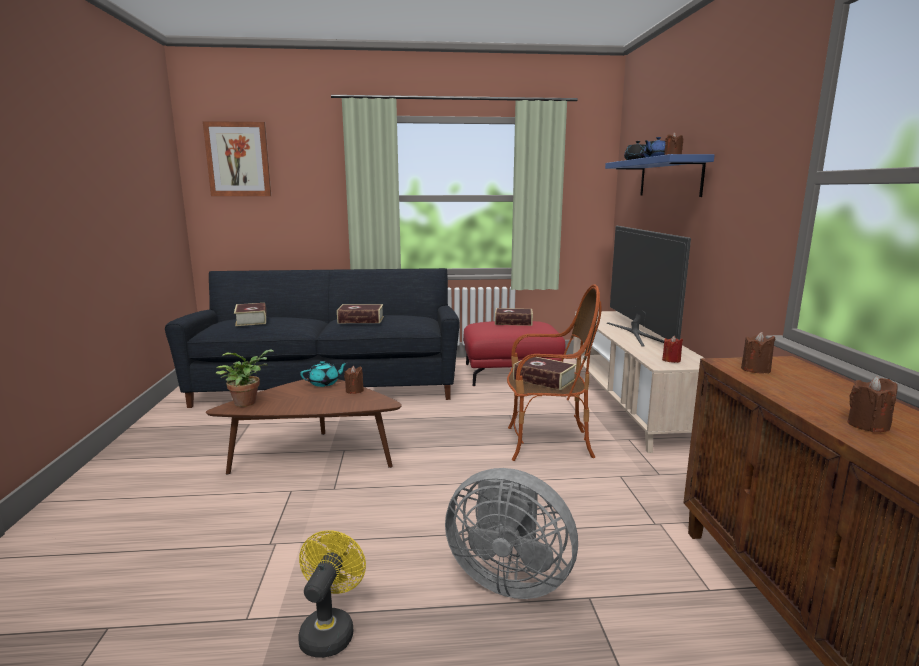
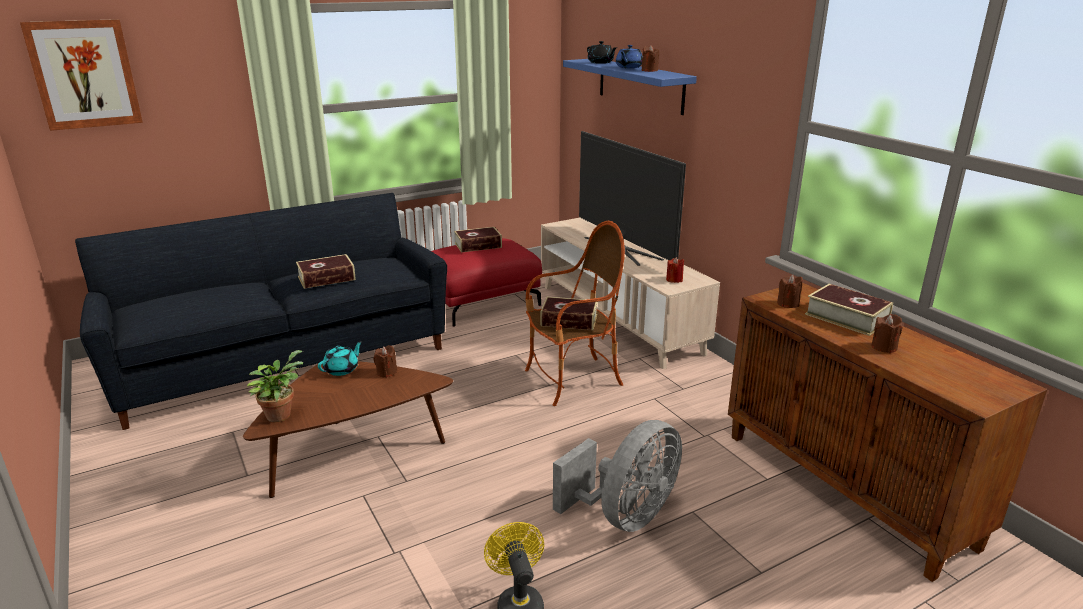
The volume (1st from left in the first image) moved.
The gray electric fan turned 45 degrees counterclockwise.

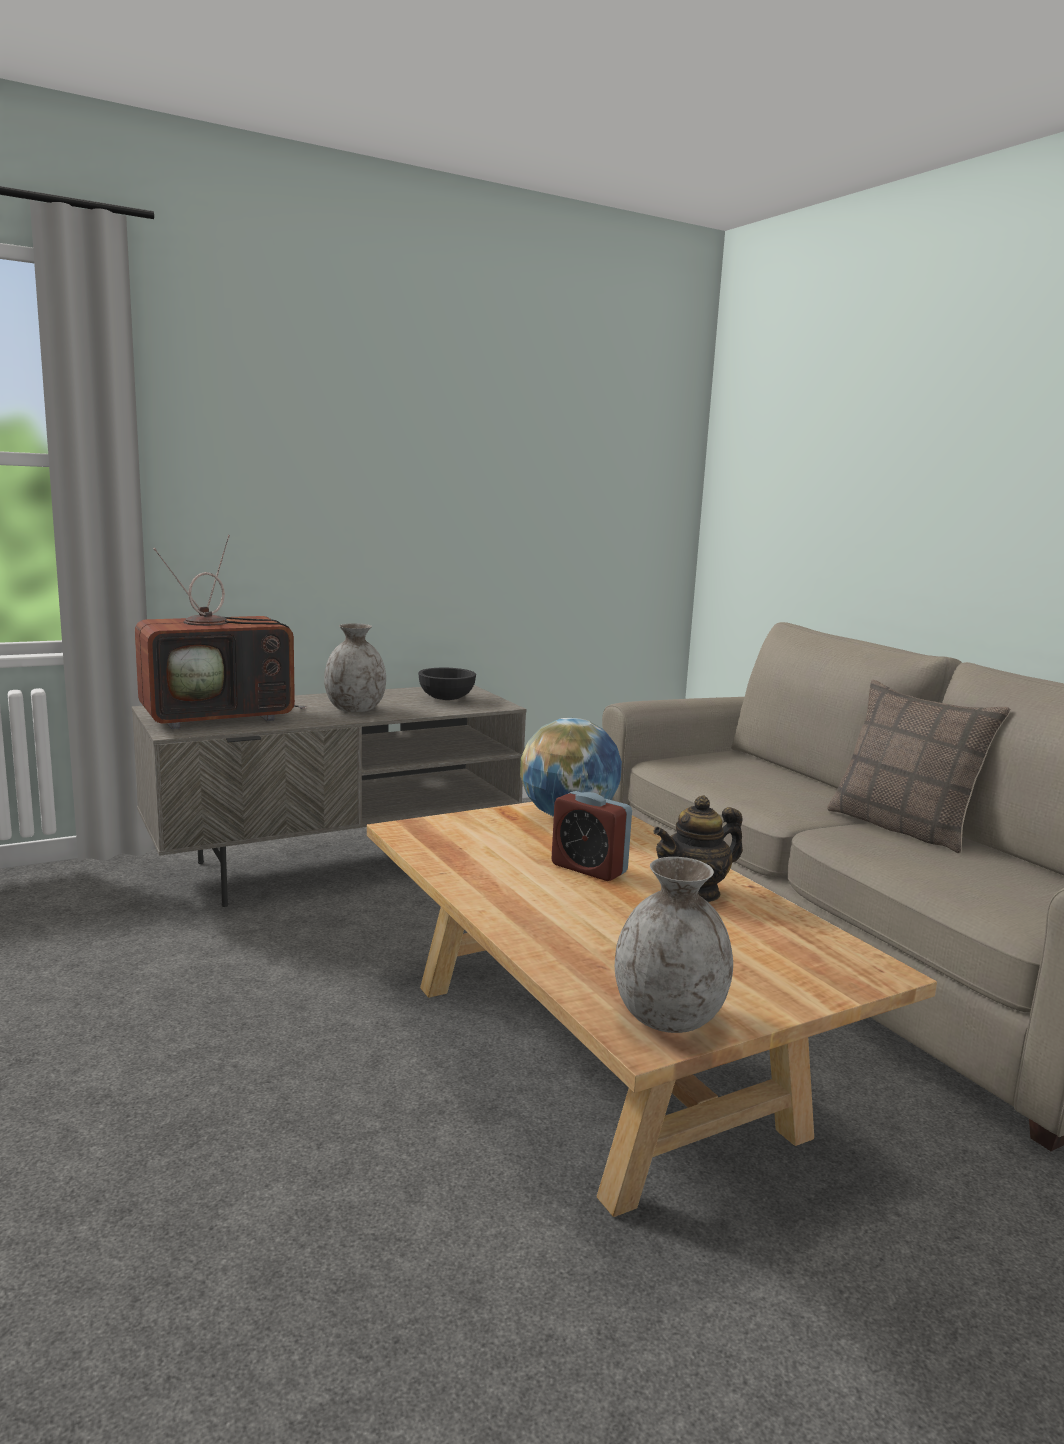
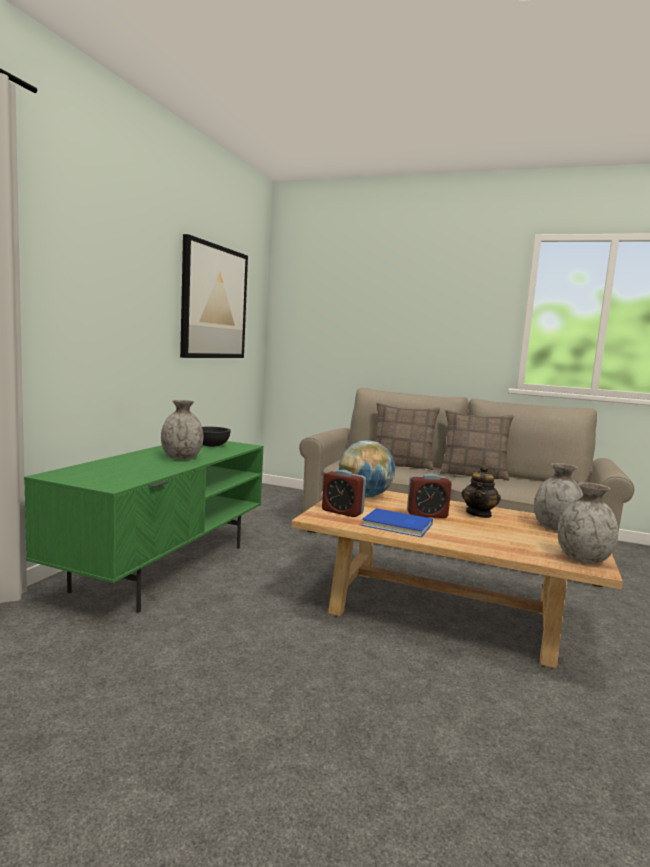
The gray tv stand became the greenish tv stand.
The TV disappeared.
The wall art appeared.
The alarm clock (1st from left) appeared.
The blue volume appeared.
The pillow (1st from left) appeared.
The gray vase (2nd from left) appeared.

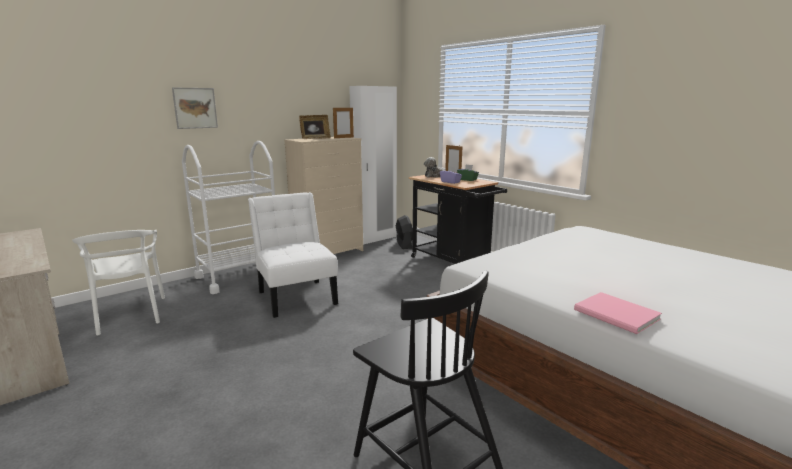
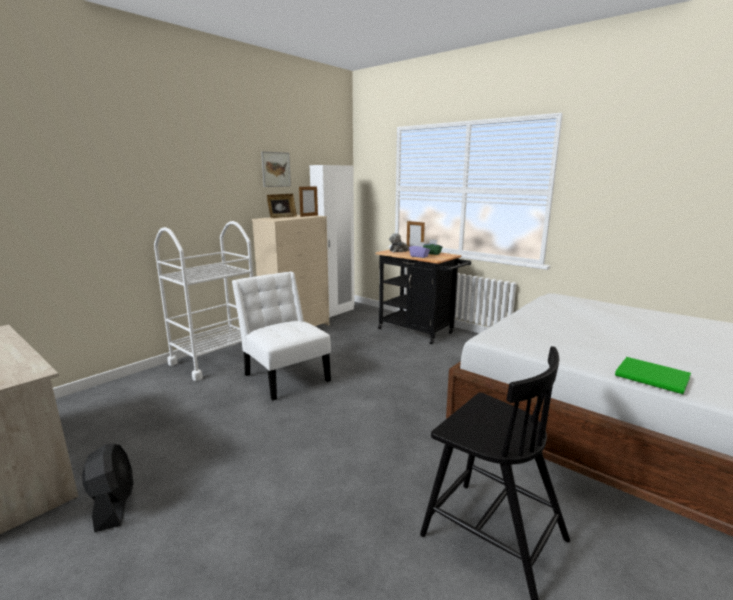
The whitish plain chair (1st from left) disappeared.
The wall art moved.
The black-coloured electric fan moved.
The pinkish volume became the greenish volume.

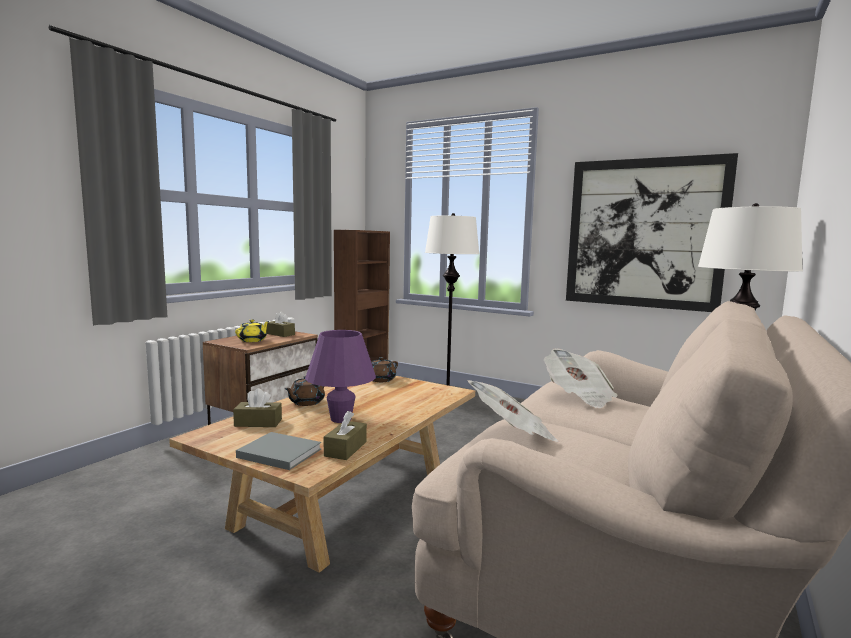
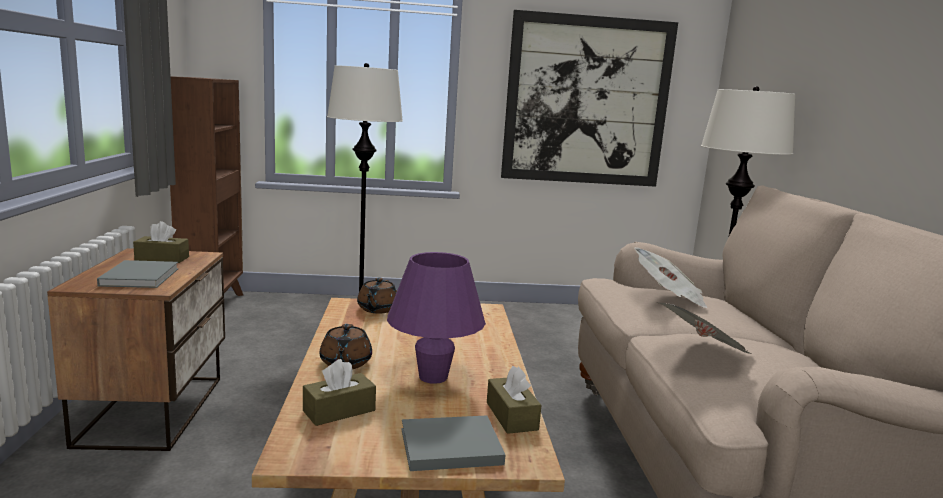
The yellowish teapot was replaced by the gray volume (1st from left).

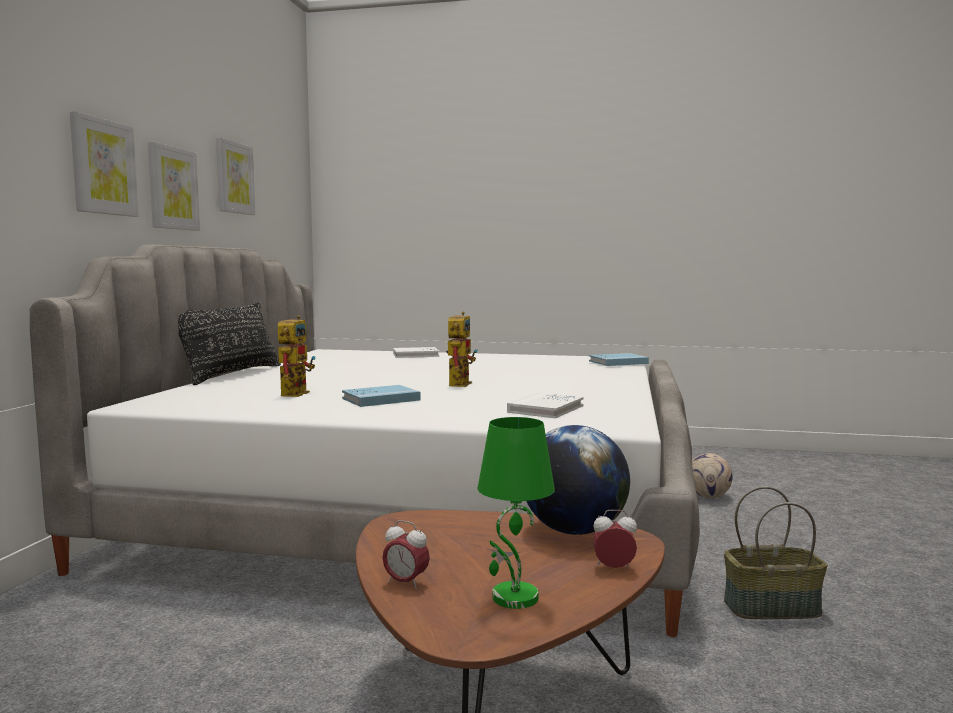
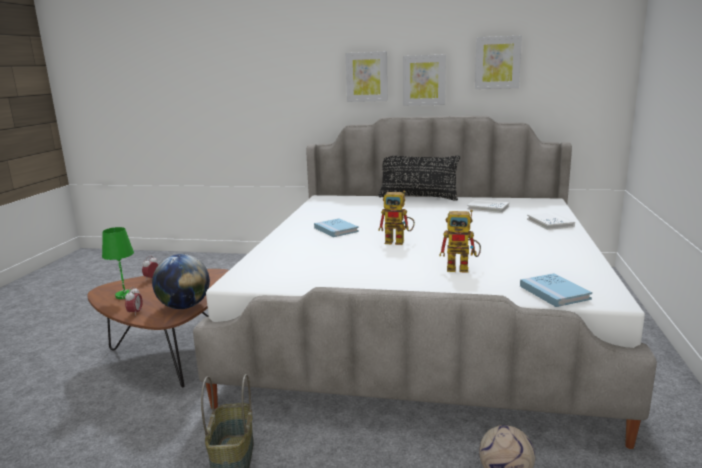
The toy robot (1st from left in the first image) moved.
The whitish volume (2nd from left in the first image) moved.

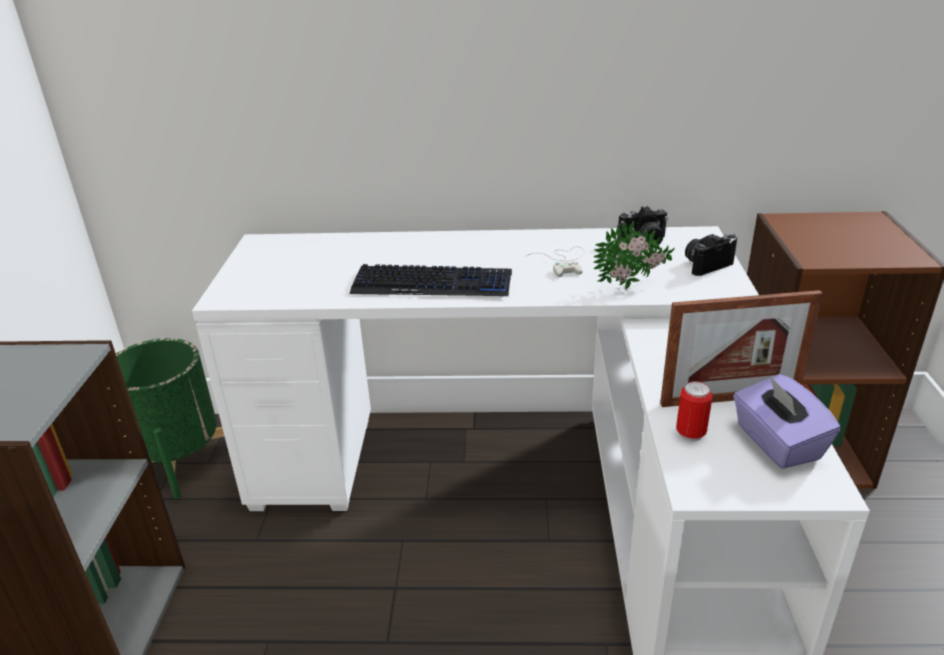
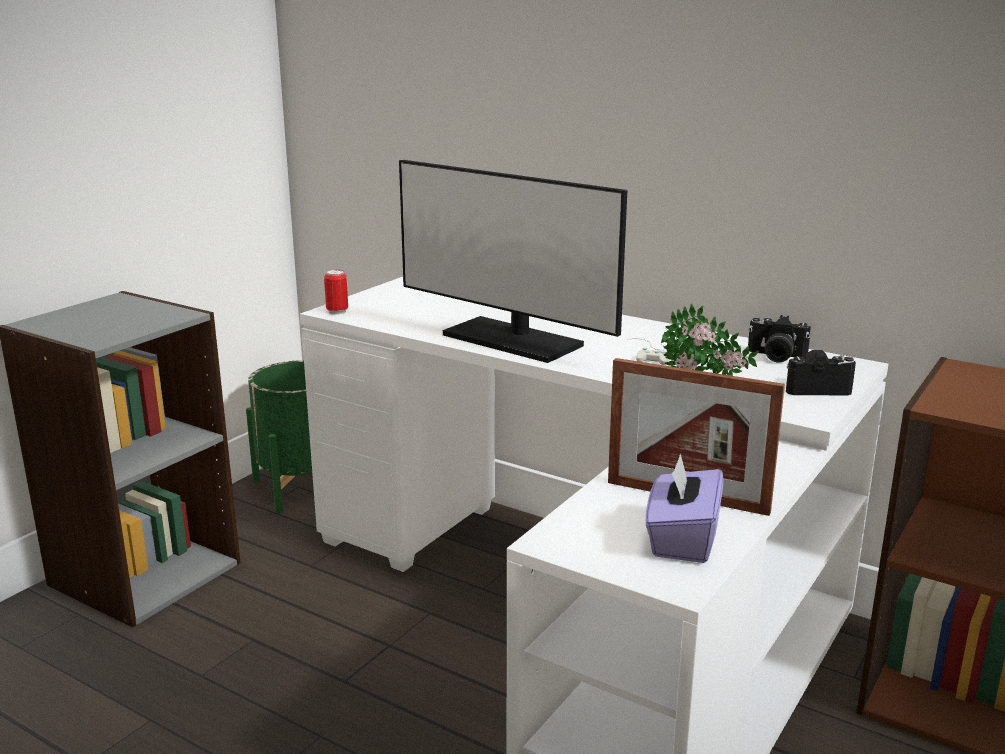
The PC keyboard was replaced by the monitor.
The sealed can moved.

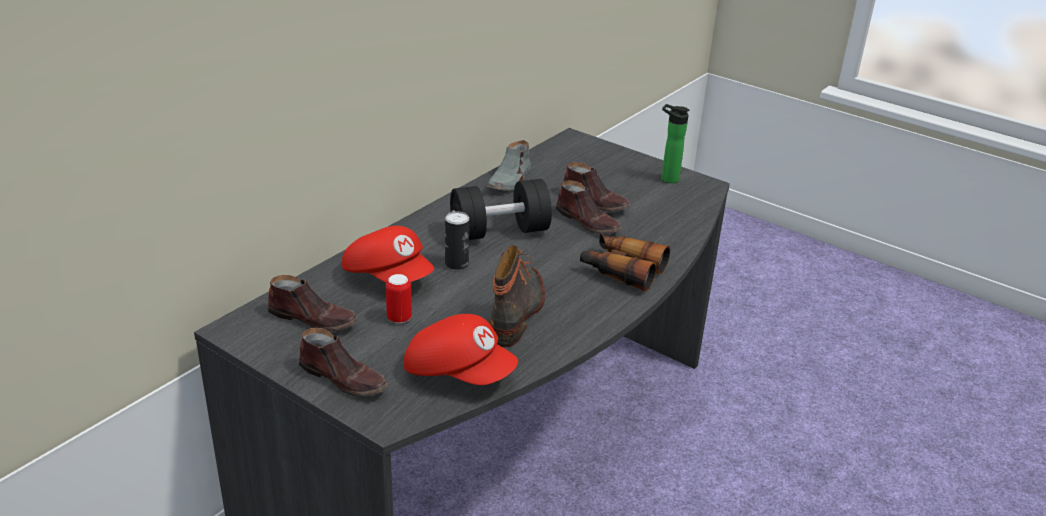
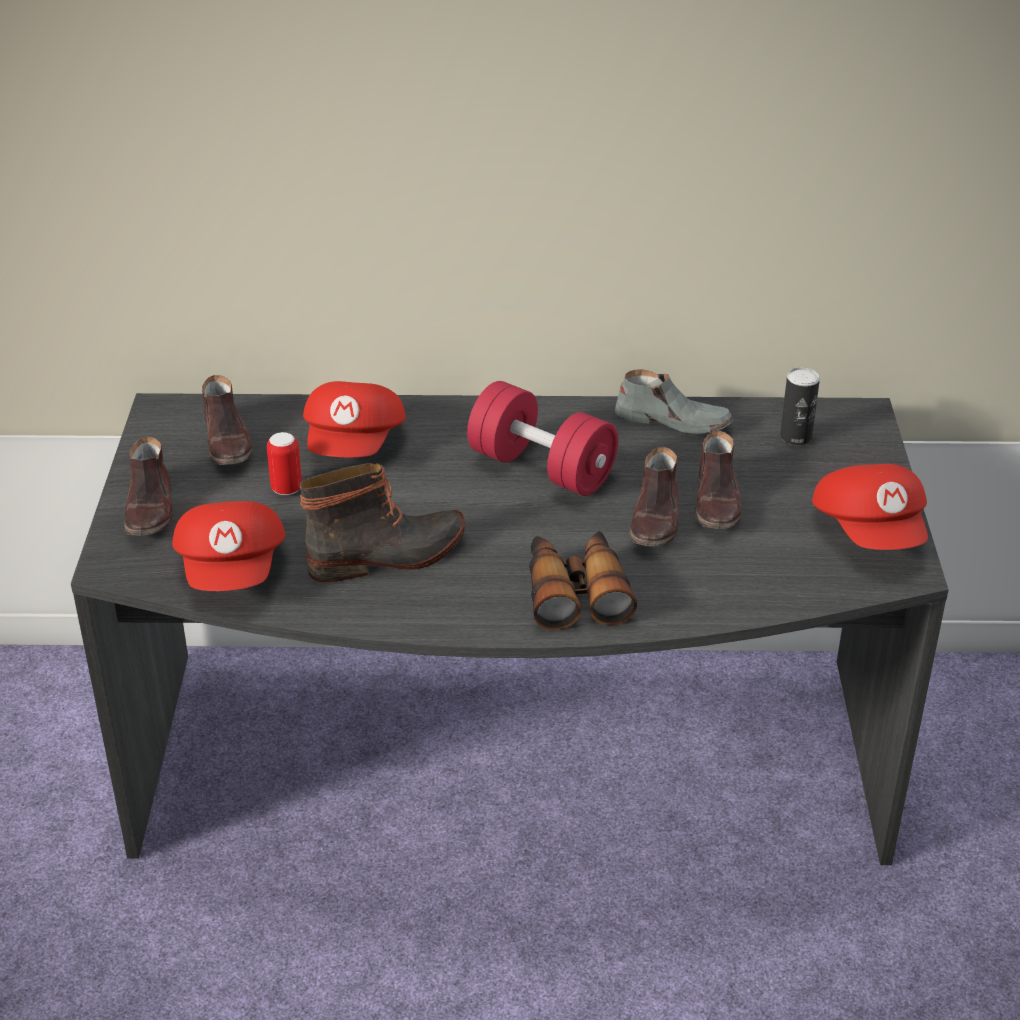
The sealed can (2nd from left) moved.
The black-coloured hand weight became the red hand weight.
The gray low shoe turned 150 degrees counterclockwise.
The beverage bottle was replaced by the red peaked cap (3rd from left).

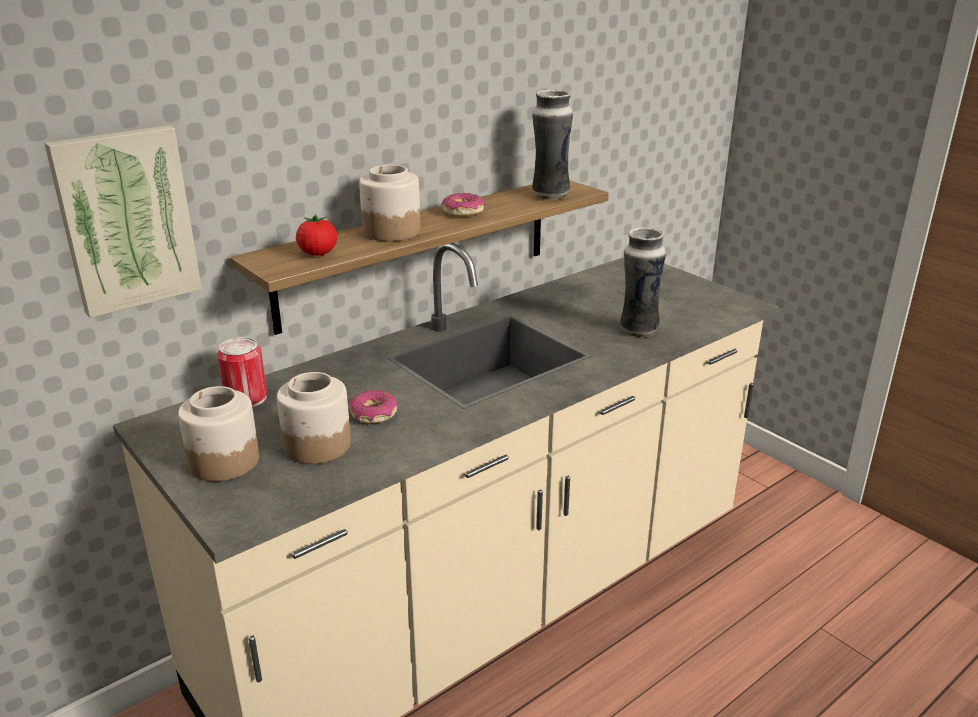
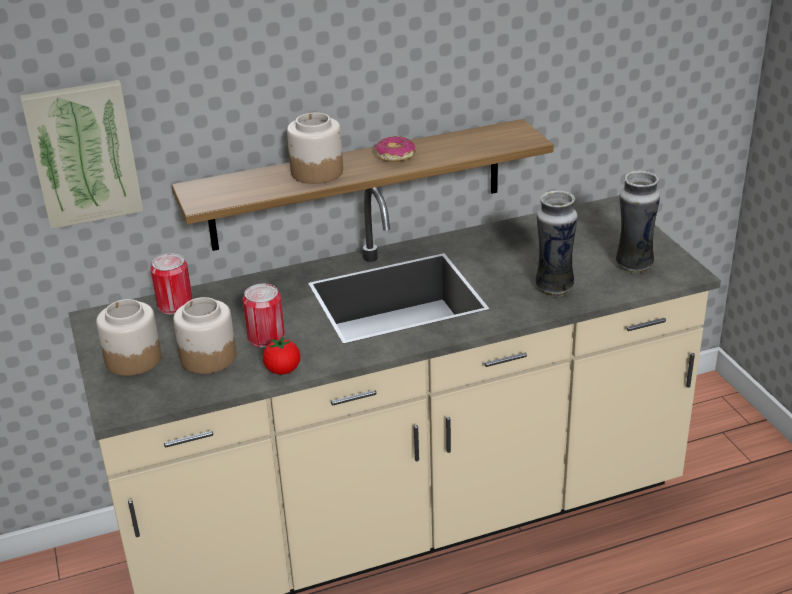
The whole tomato moved.
The doughnut (1st from left) was replaced by the sealed can (2nd from left).
The vase (1st from left in the first image) moved.

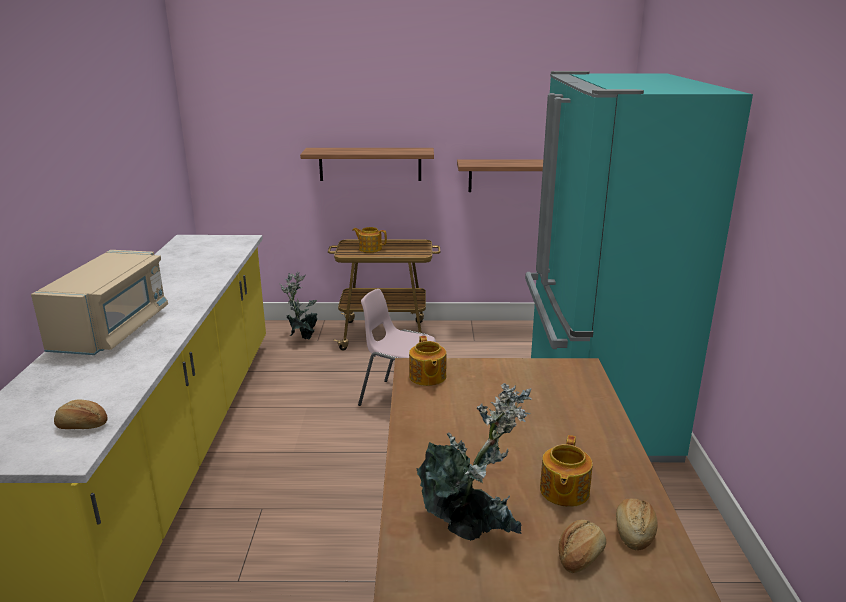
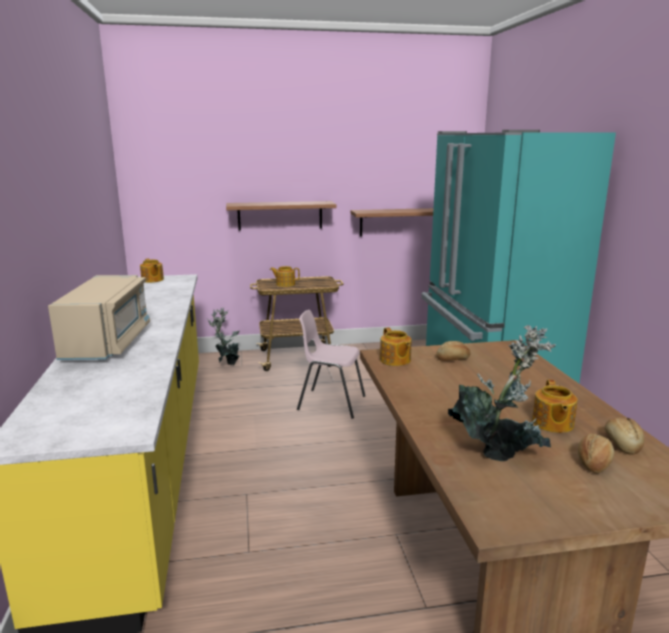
The bread (1st from left) moved.
The teapot (1st from left) appeared.

